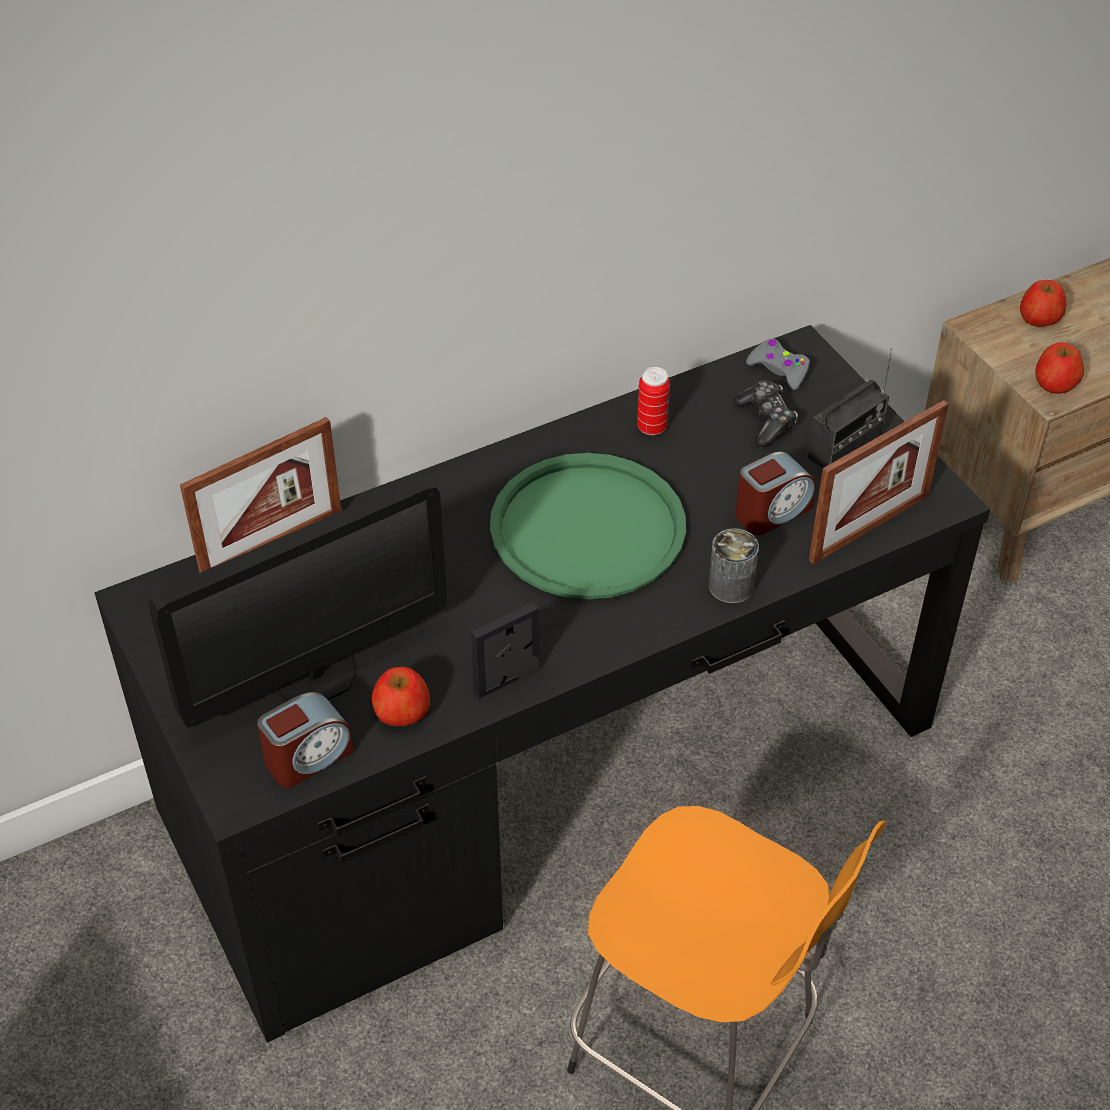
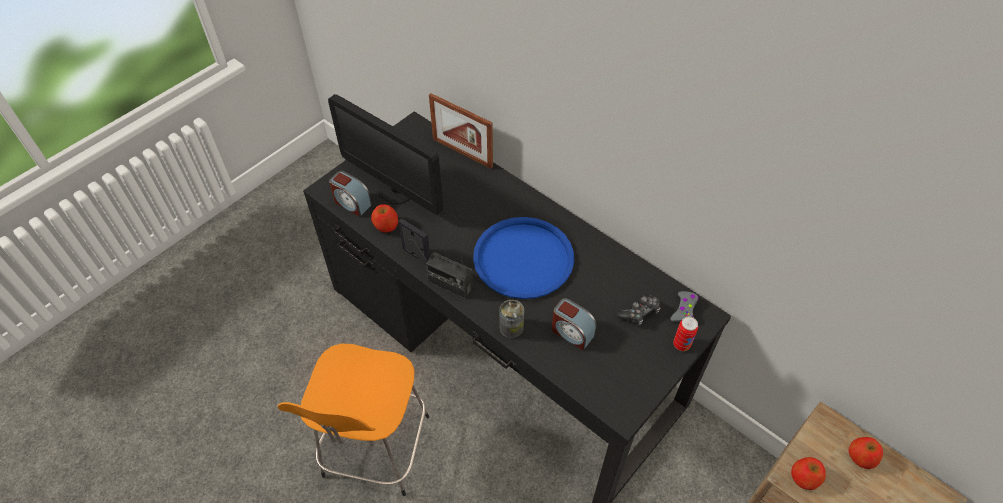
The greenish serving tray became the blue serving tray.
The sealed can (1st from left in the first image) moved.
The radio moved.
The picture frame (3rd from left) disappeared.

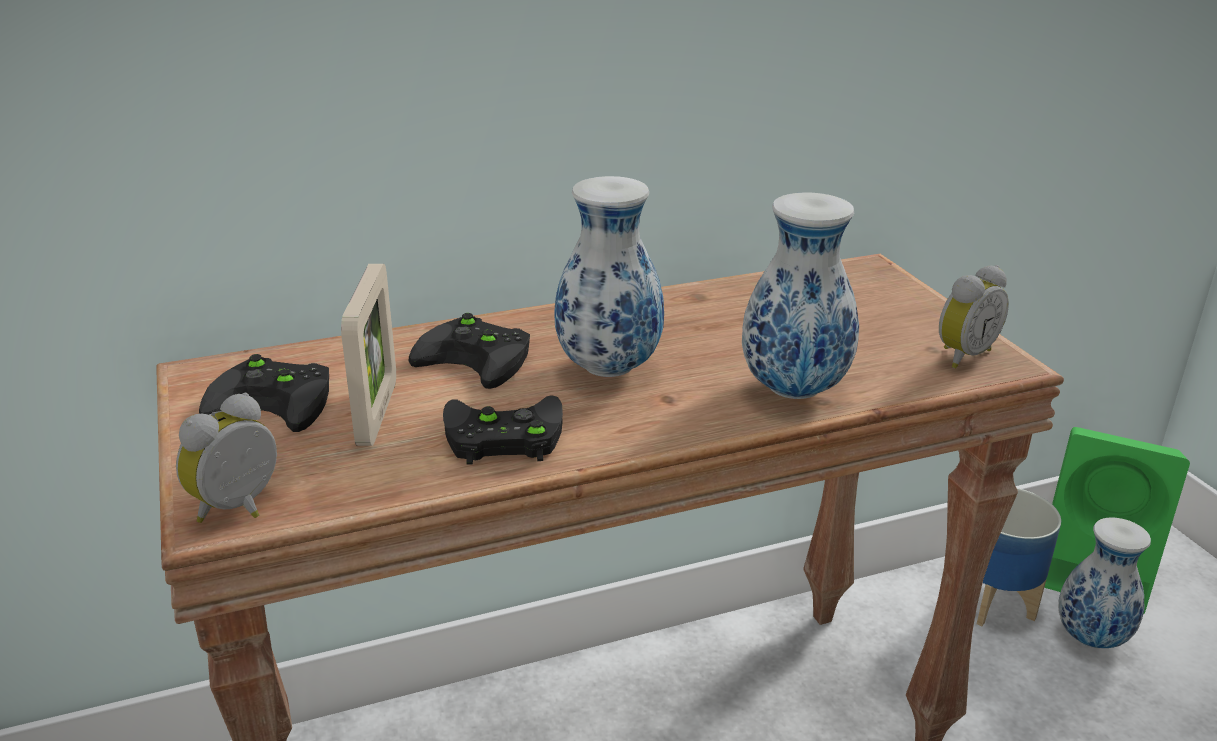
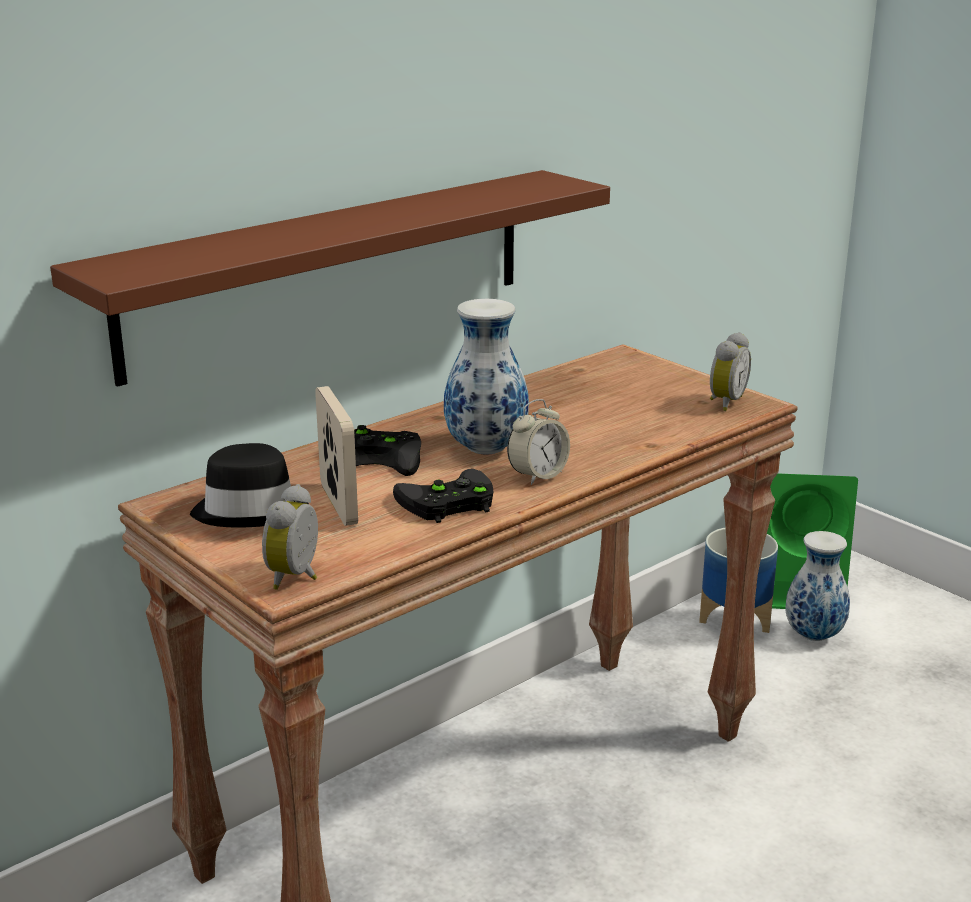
The black-coloured game controller (1st from left) was replaced by the black-coloured wearable hat.
The vase (2nd from left) disappeared.
The brownish wall shelf appeared.
The alarm clock (2nd from left) appeared.

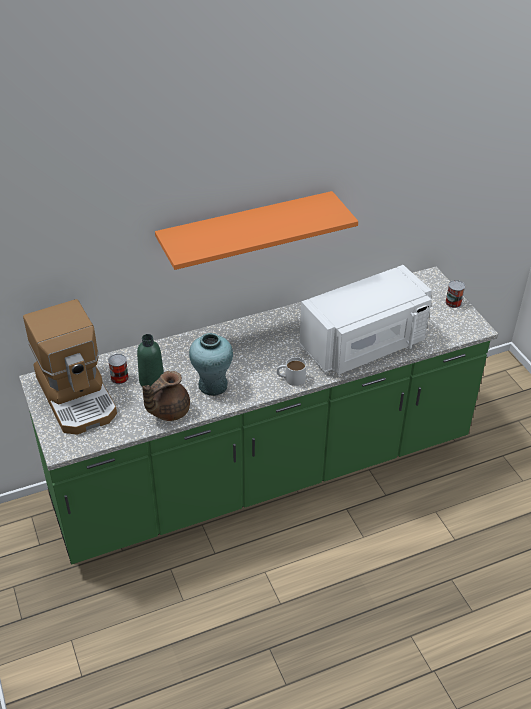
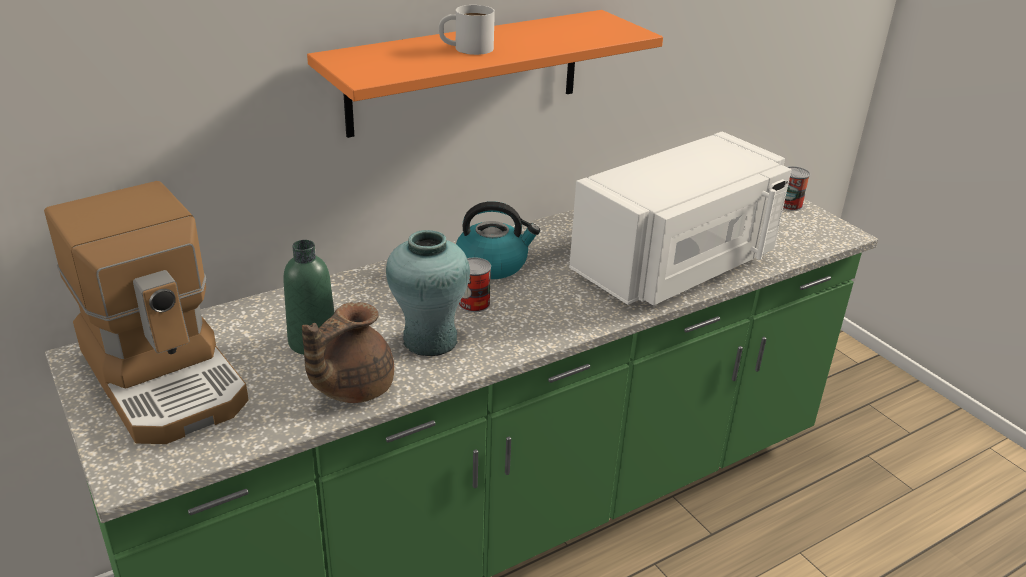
The sealed can (1st from left) moved.
The whitish mug moved.
The tea kettle appeared.

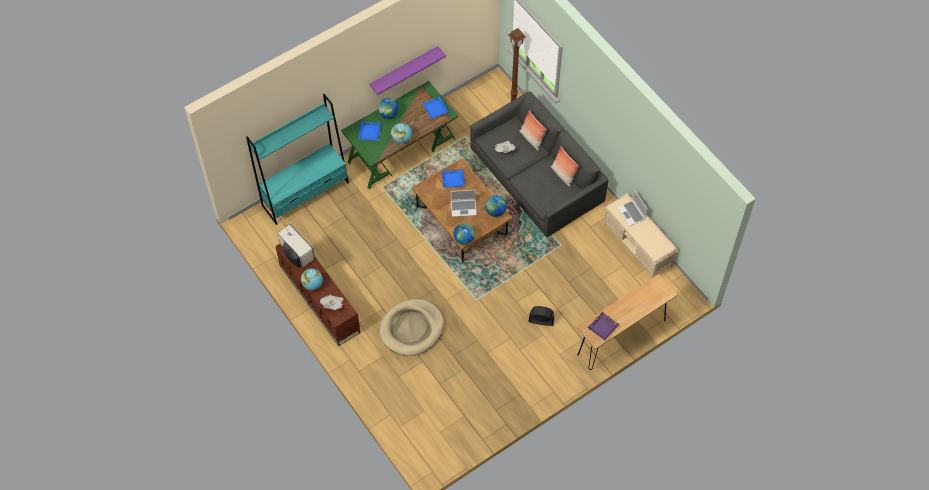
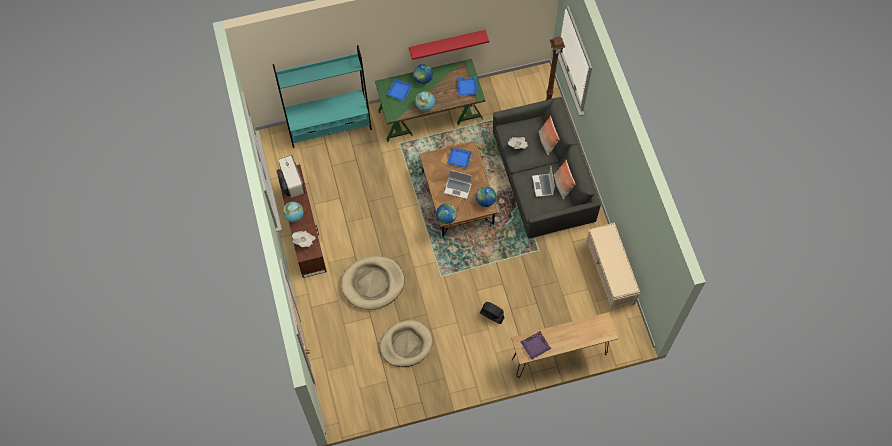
The purplish wall shelf became the red wall shelf.
The notebook computer (2nd from left) moved.
The sand-coloured dog bed (2nd from left) appeared.

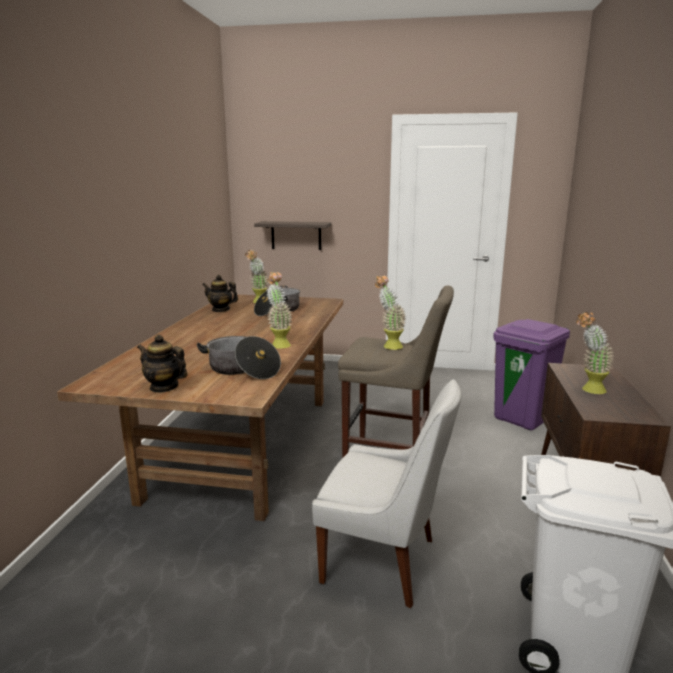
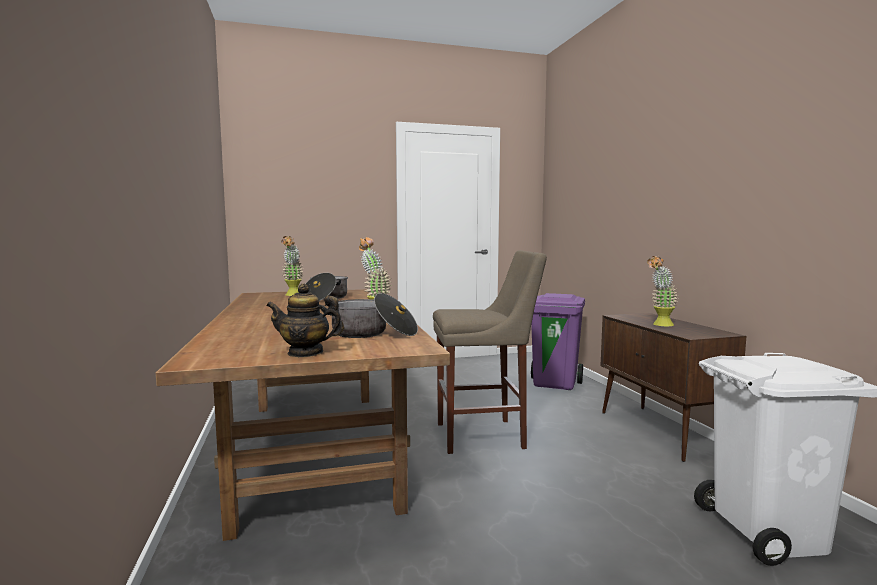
The teapot (2nd from left) disappeared.
The wall shelf disappeared.
The whitish plain chair disappeared.
The houseplant (3rd from left) disappeared.

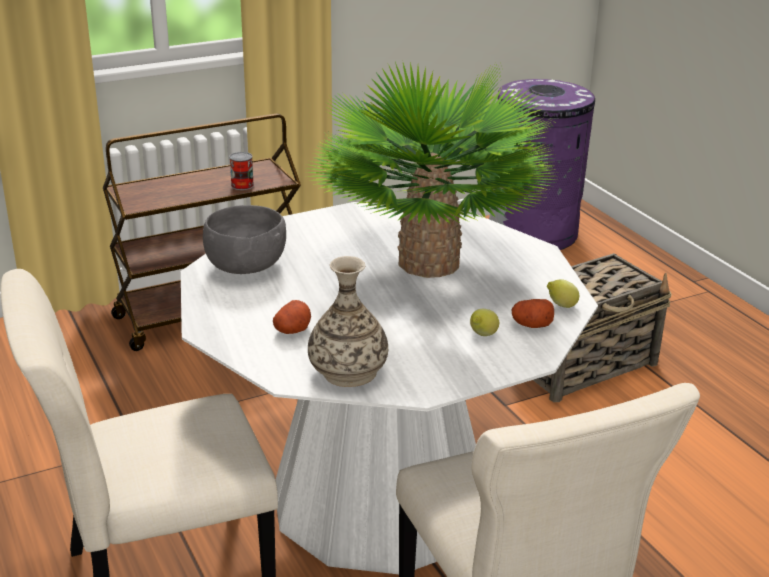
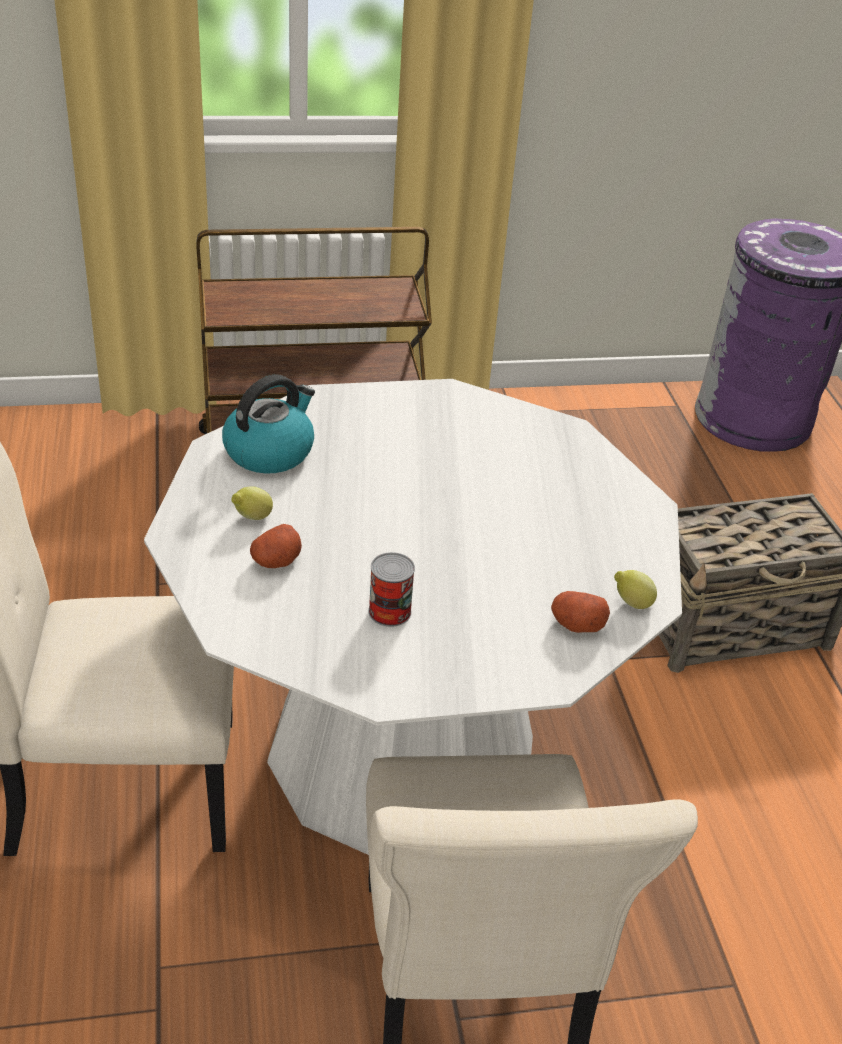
The gray bowl was replaced by the tea kettle.
The sealed can moved.
The houseplant disappeared.
The vase disappeared.
The whole lemon (1st from left) moved.

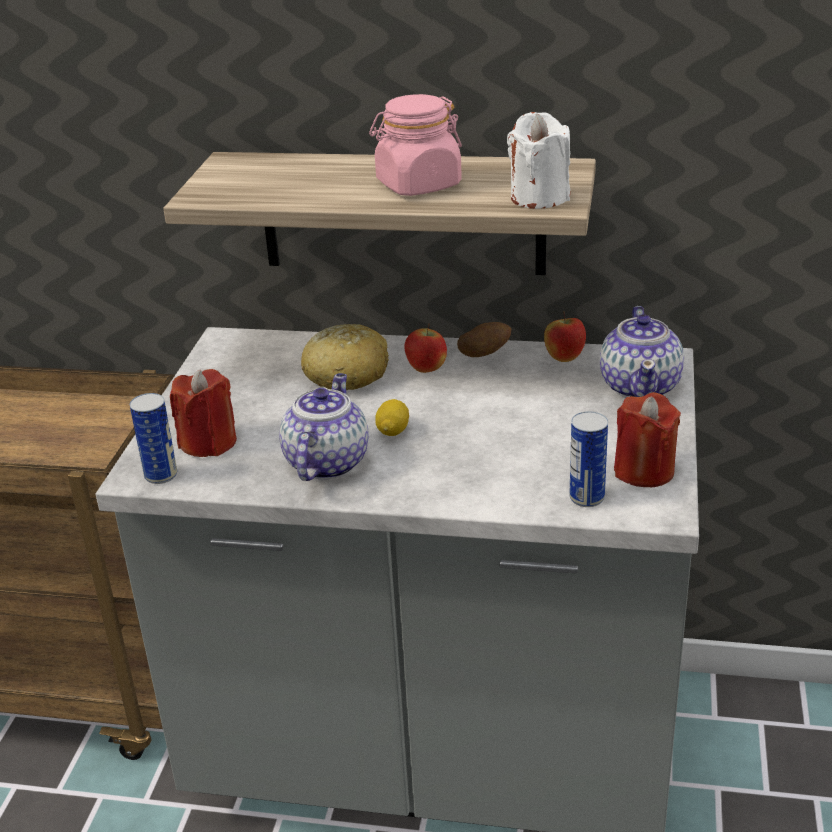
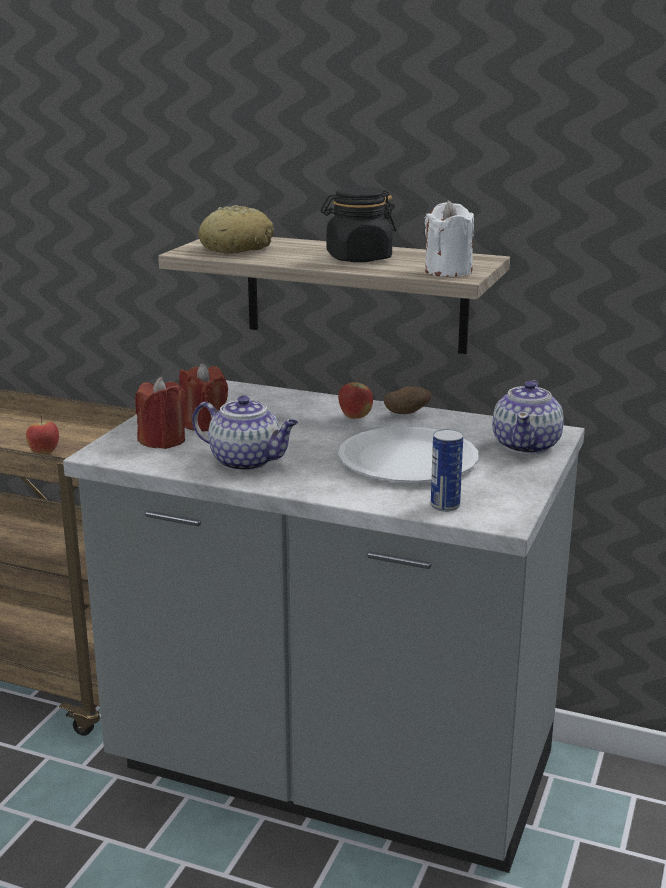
The sealed can (1st from left) disappeared.
The teapot (1st from left) turned 90 degrees clockwise.
The bread moved.
The pinkish jar became the black-coloured jar.
The whole lemon disappeared.
The whole apple (2nd from left in the first image) moved.
The red wax candle (2nd from left) moved.
The whitish plate appeared.

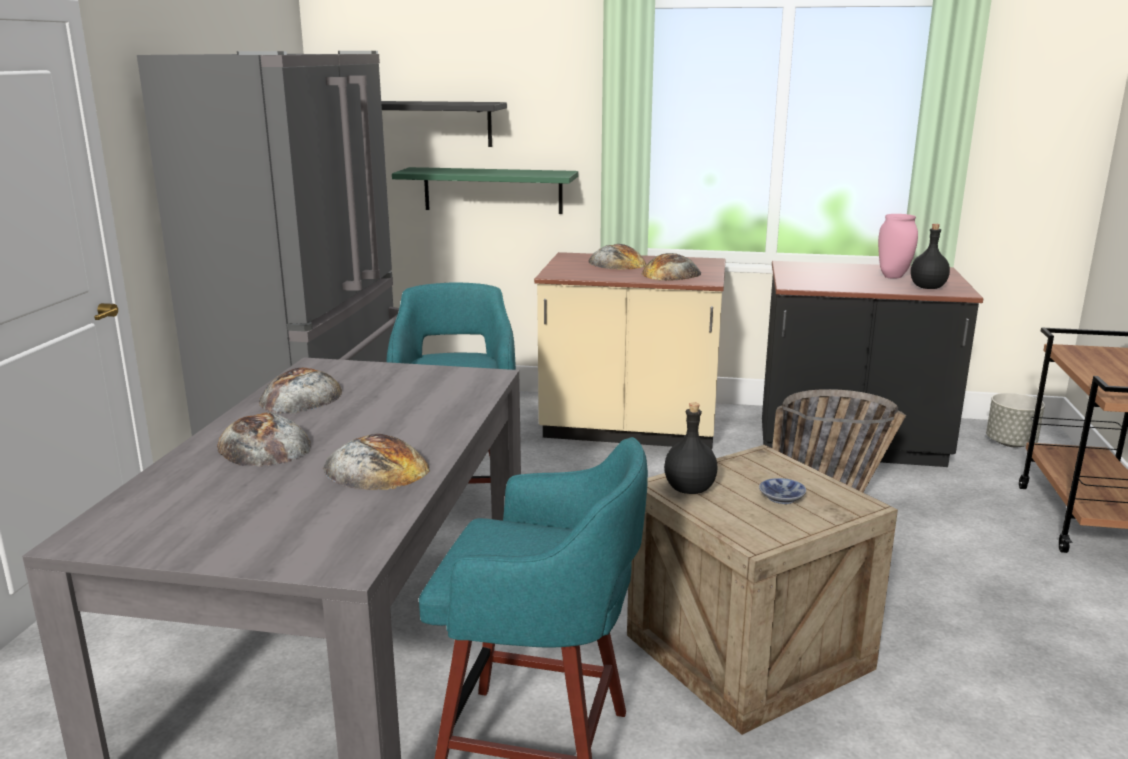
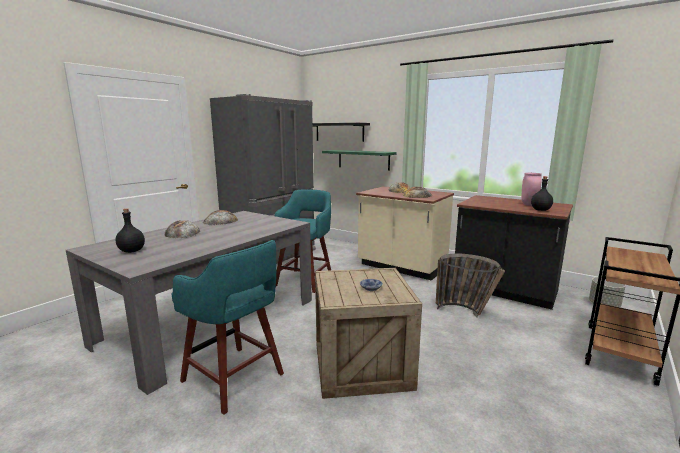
The bread (3rd from left) disappeared.
The black-coloured beverage bottle (1st from left) moved.

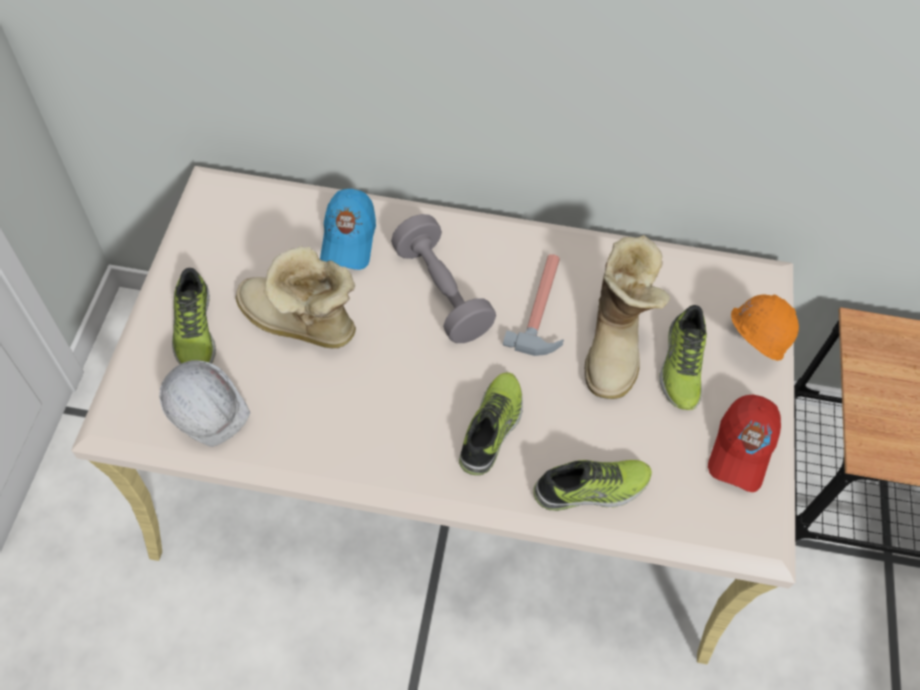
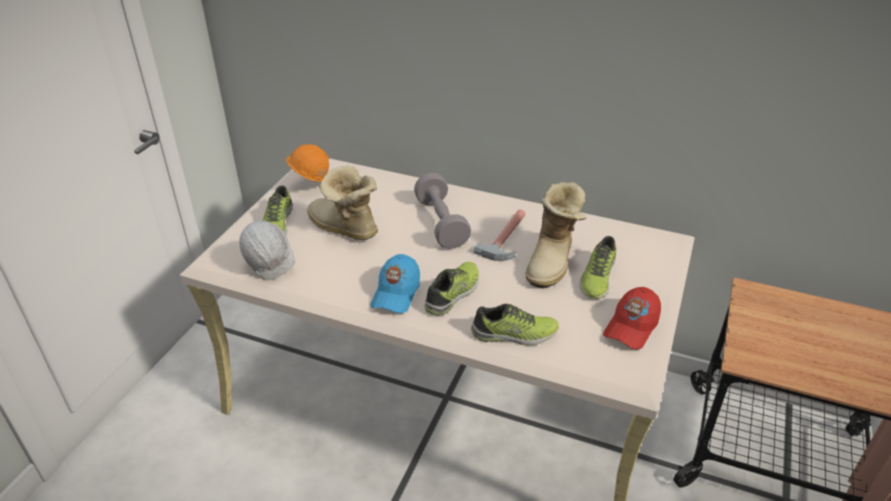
The blue peaked cap moved.
The orangey hard hat moved.

